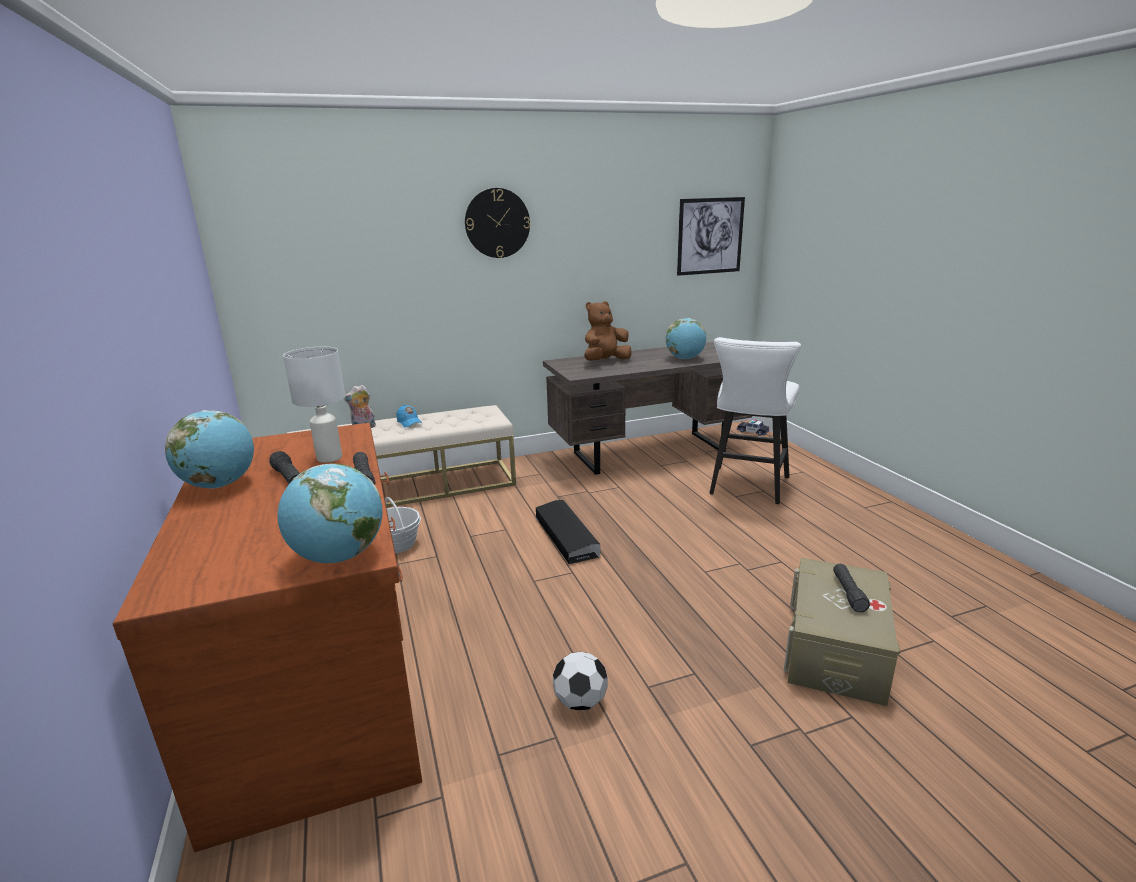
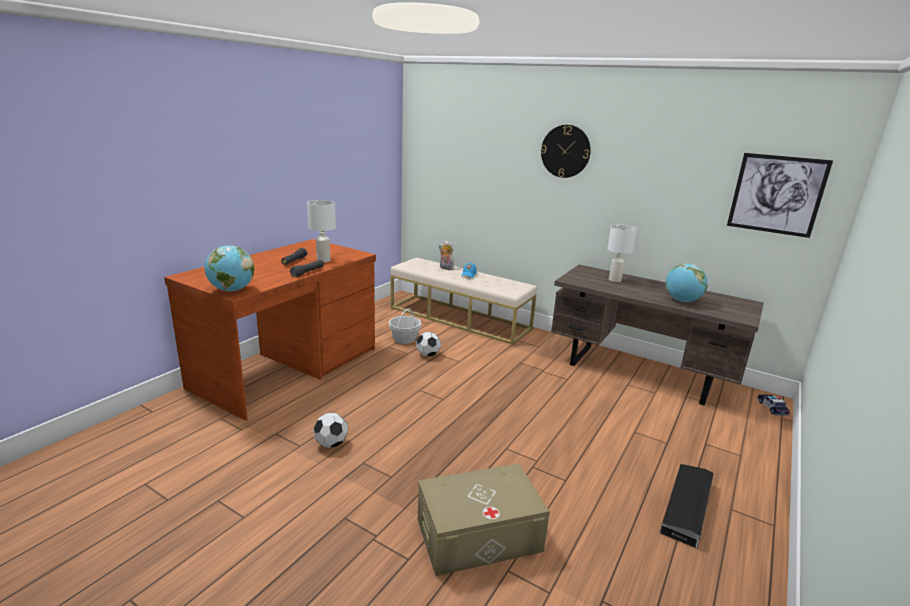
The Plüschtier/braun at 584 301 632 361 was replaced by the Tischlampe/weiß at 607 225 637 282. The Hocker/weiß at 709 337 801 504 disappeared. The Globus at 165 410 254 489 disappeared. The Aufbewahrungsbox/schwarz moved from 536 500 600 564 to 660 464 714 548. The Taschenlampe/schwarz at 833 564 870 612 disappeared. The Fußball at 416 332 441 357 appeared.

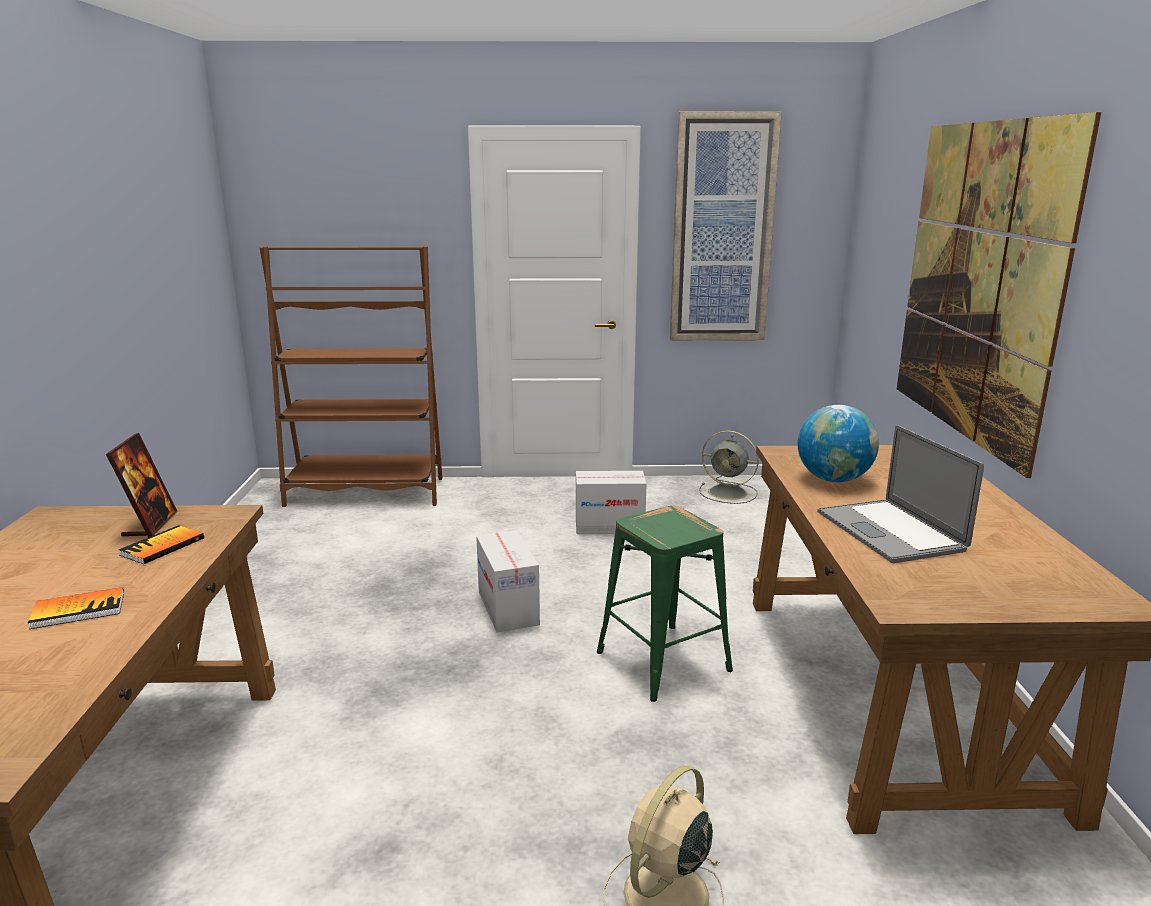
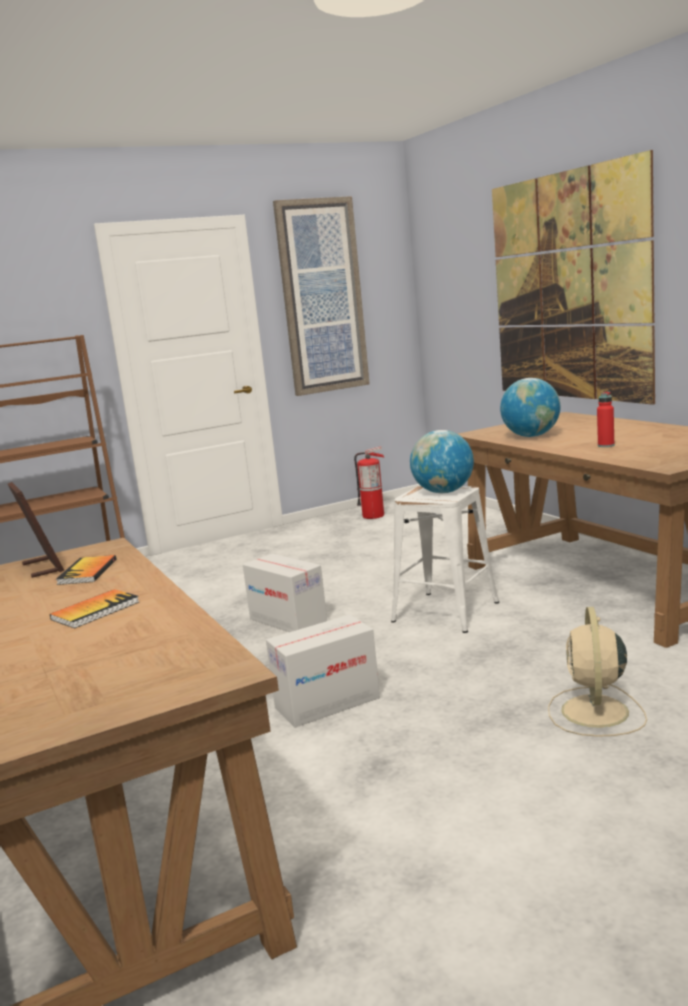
The Laptop at 817 425 984 563 was replaced by the Flasche/rot at 597 391 614 447. The Ventilator/grau at 699 430 759 504 was replaced by the Feuerlöscher at 354 446 385 519. The Karton moved from 576 471 646 534 to 266 615 380 728. The Hocker/grün at 597 506 733 702 became the Hocker/weiß at 391 485 499 633. The Globus at 410 430 474 493 appeared.

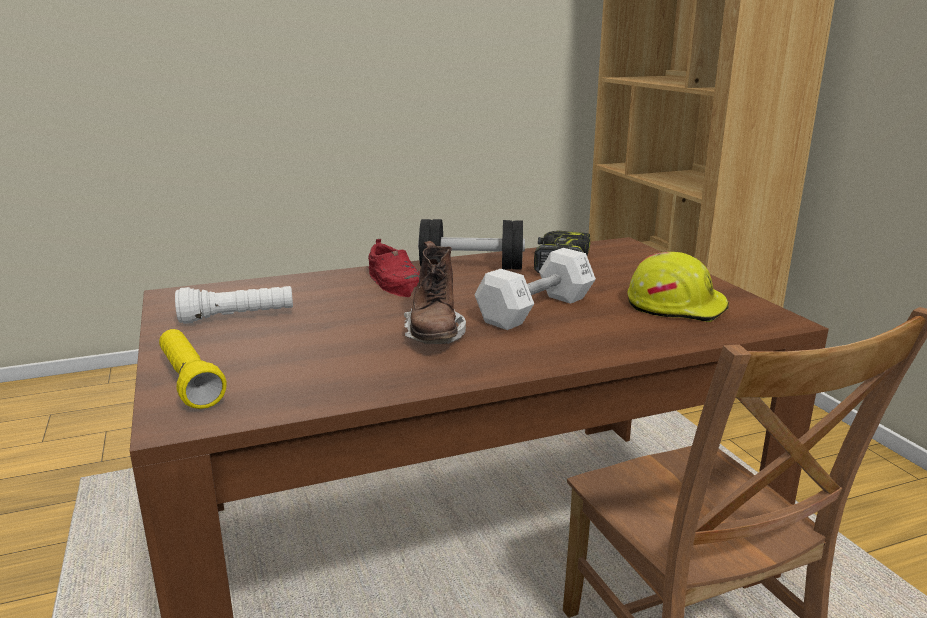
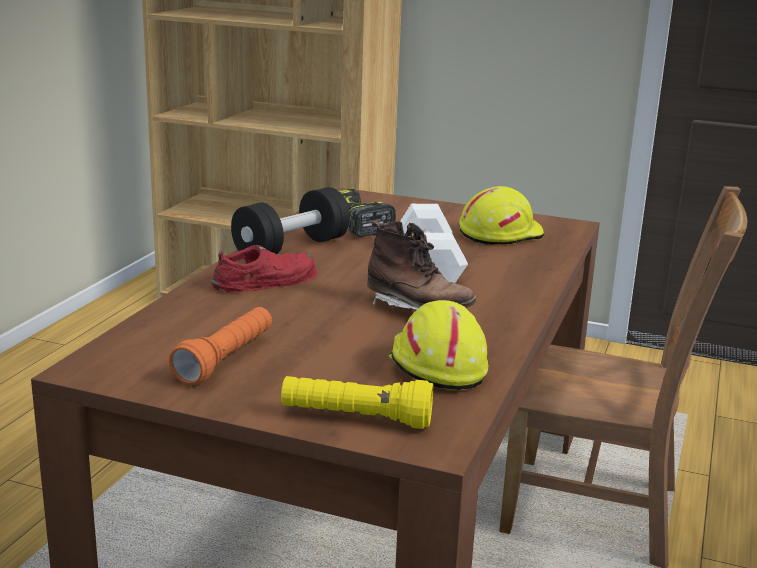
The Schuh/rot at 368 239 420 297 turned 45 degrees counterclockwise. The Taschenlampe/weiß at 175 286 293 324 became the Taschenlampe/orange at 169 307 272 385. The Schutzhelm/gelb at 389 300 488 390 appeared.

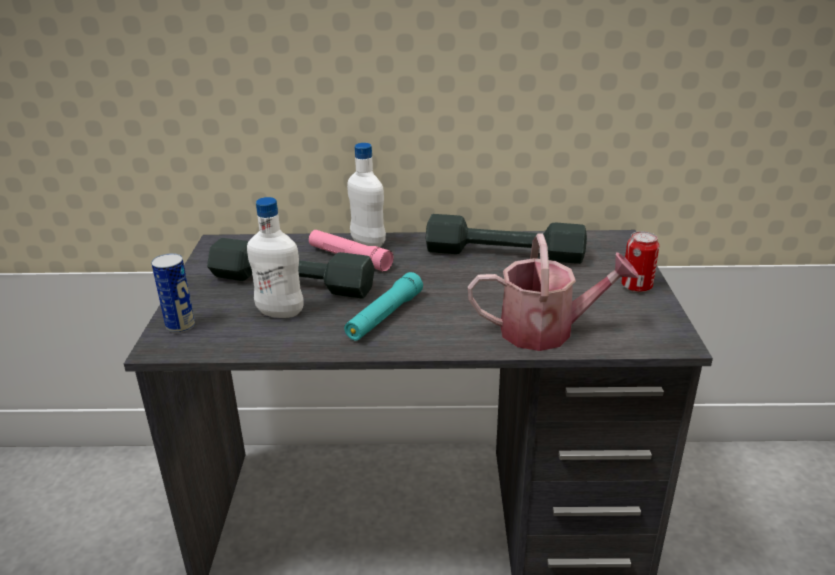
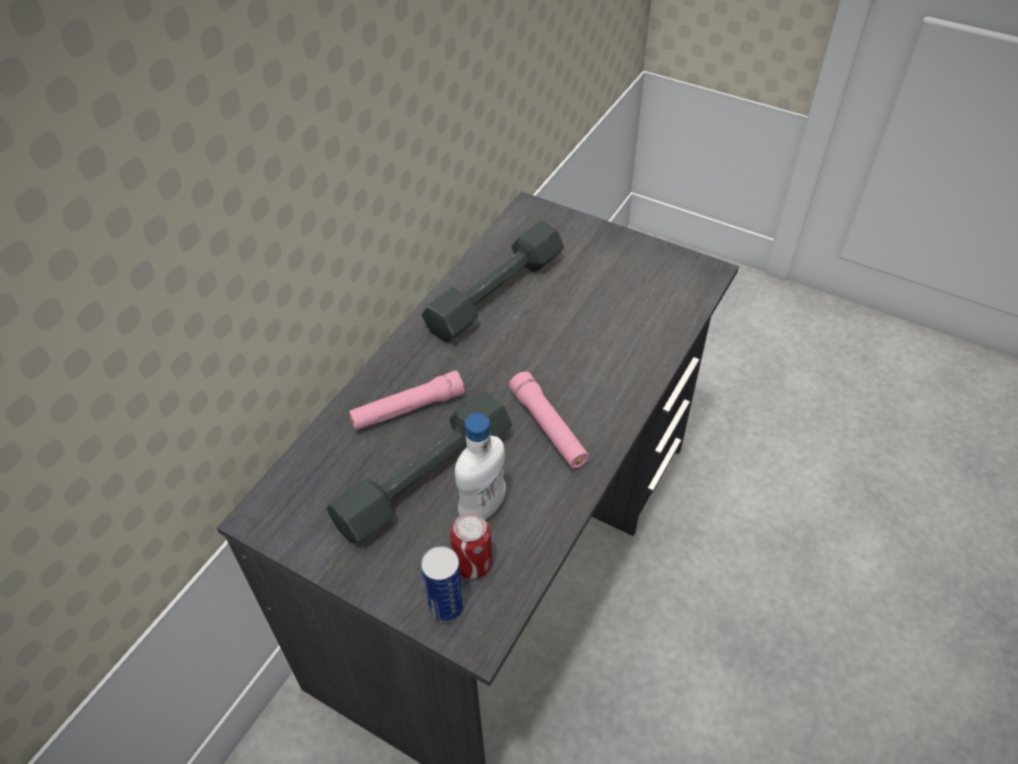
The Flasche/weiß at 347 143 386 247 disappeared. The Dose moved from 622 231 659 292 to 450 512 493 579. The Gießkanne at 468 234 639 351 disappeared. The Taschenlampe/türkis at 344 272 423 341 became the Taschenlampe/rosa at 509 371 589 469.

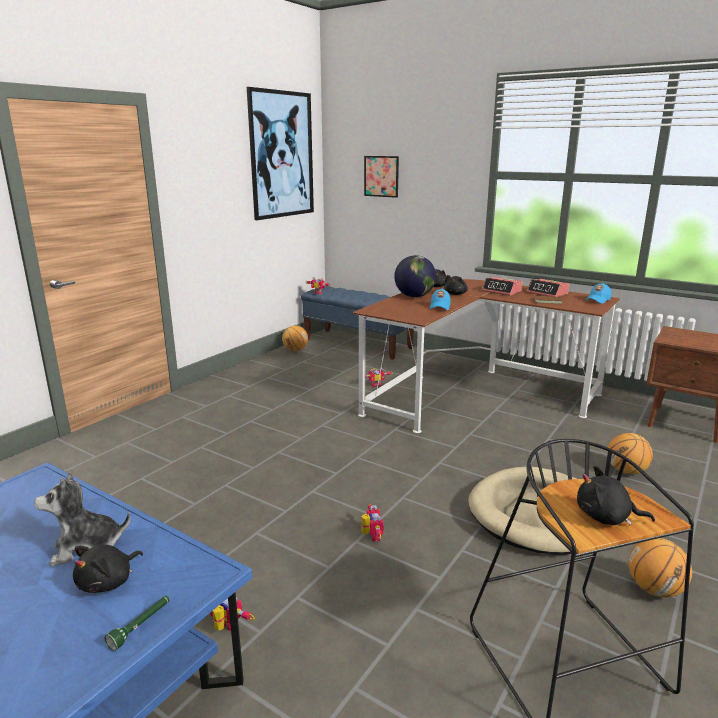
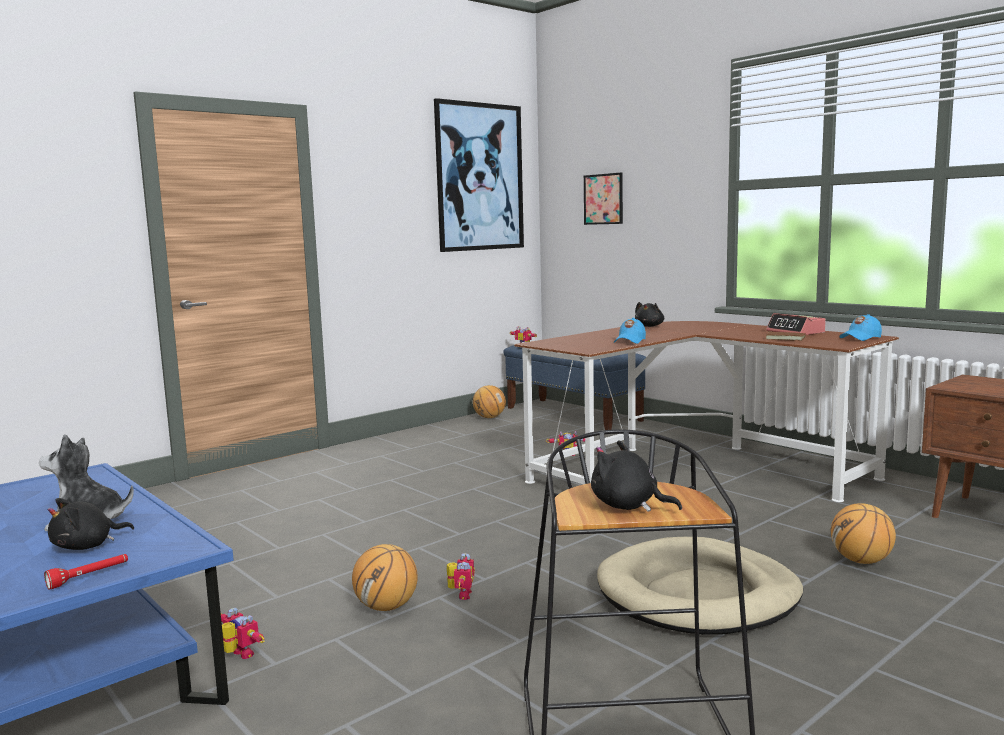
The Globus at 394 255 436 297 disappeared. The Plüschtier/schwarz at 444 275 468 295 disappeared. The Wecker at 482 277 522 296 disappeared. The Basketball moved from 629 538 692 597 to 352 544 418 611. The Taschenlampe/grün at 105 596 169 651 became the Taschenlampe/rot at 44 554 128 590.

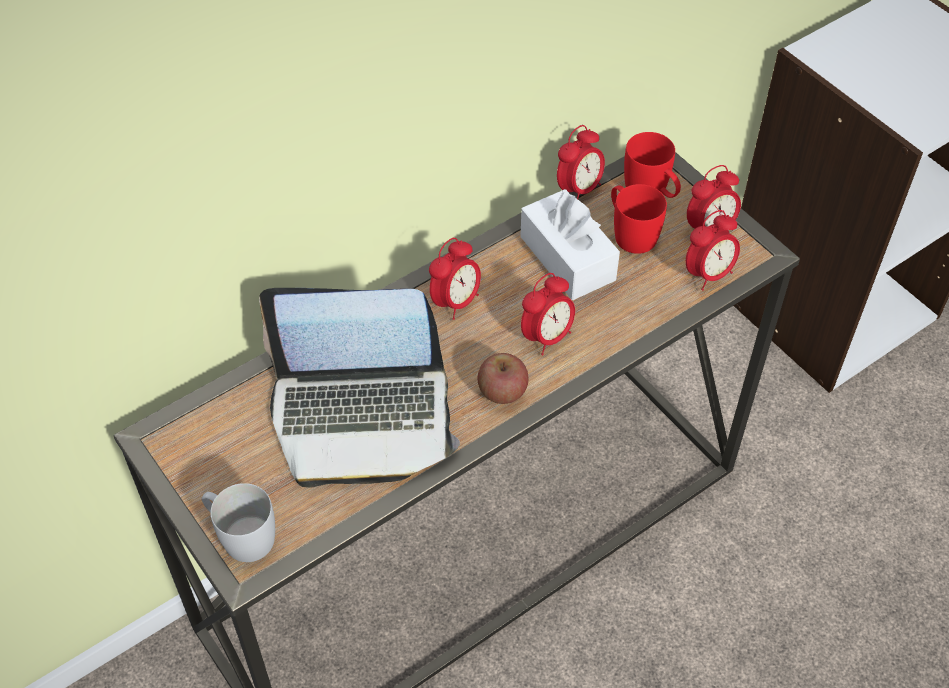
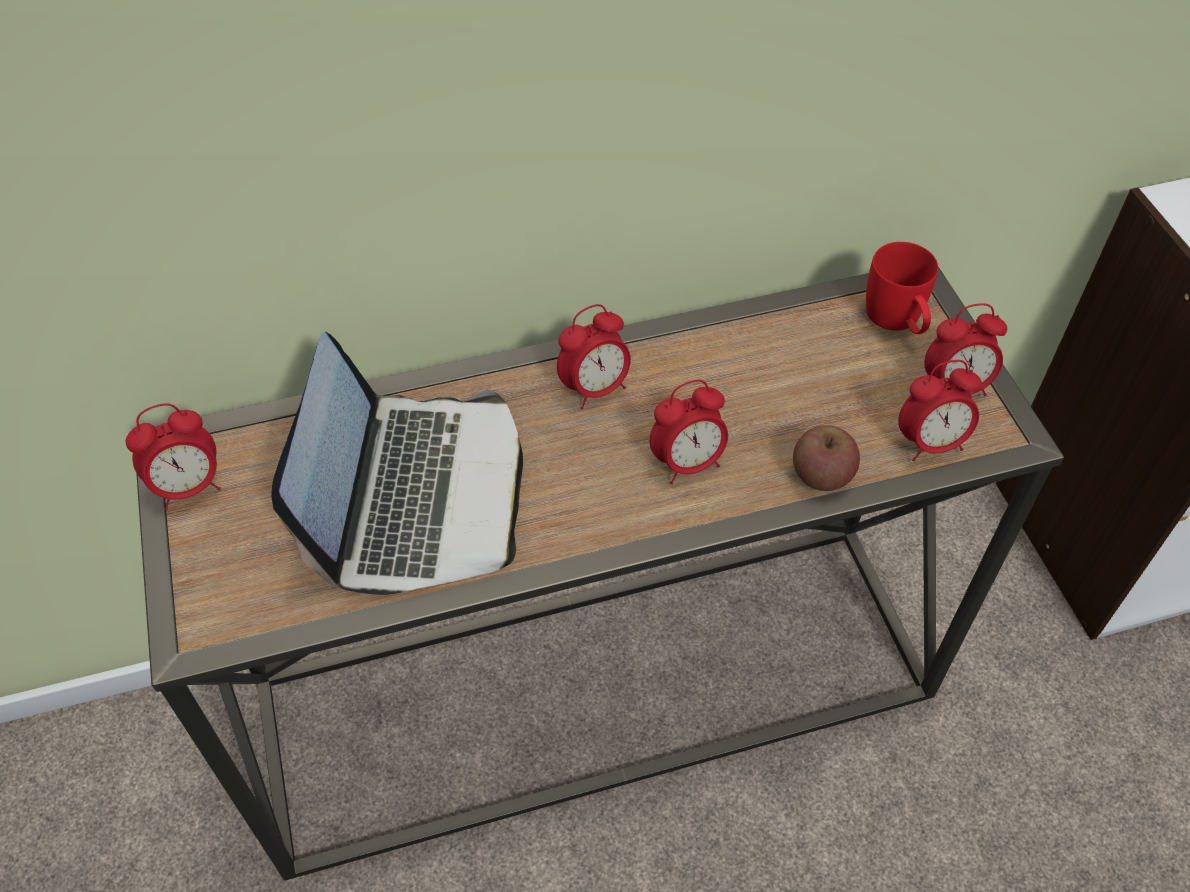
The Wecker moved from 557 125 605 199 to 126 403 221 510. The Henkelbecher/rot at 611 184 667 254 disappeared. The Taschentuchbox/weiß at 520 189 620 300 disappeared. The Laptop at 259 288 460 488 turned 105 degrees counterclockwise. The Apfel moved from 478 353 529 404 to 793 425 860 491. The Henkelbecher/weiß at 202 483 275 562 disappeared.

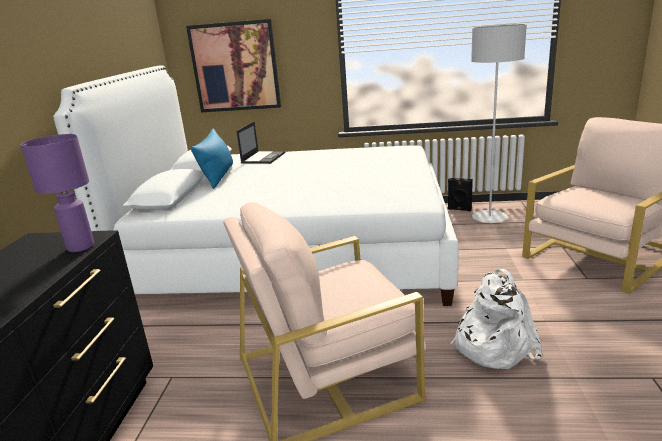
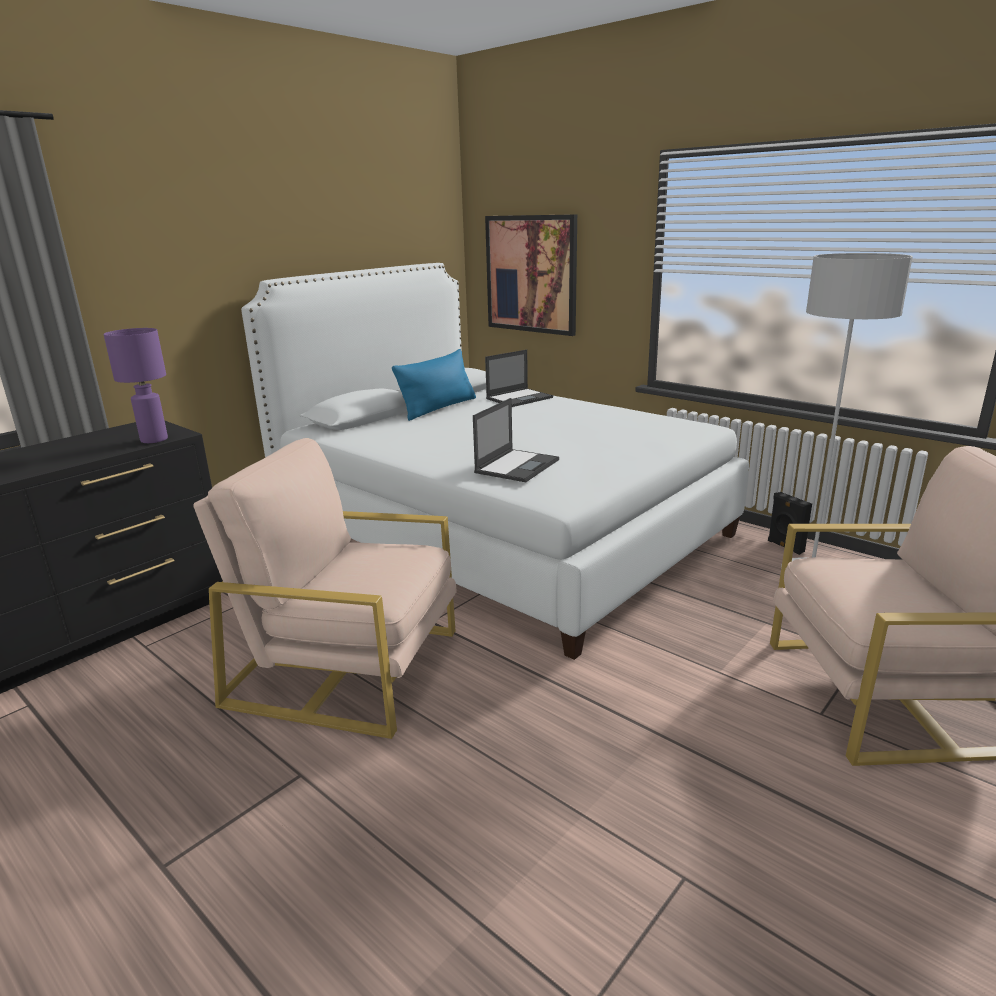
The Rucksack/weiß at 451 269 542 369 disappeared. The Laptop at 473 398 559 482 appeared.

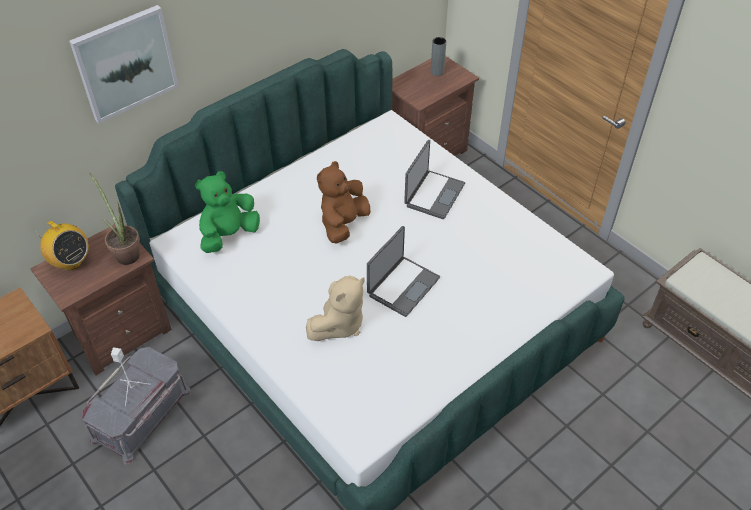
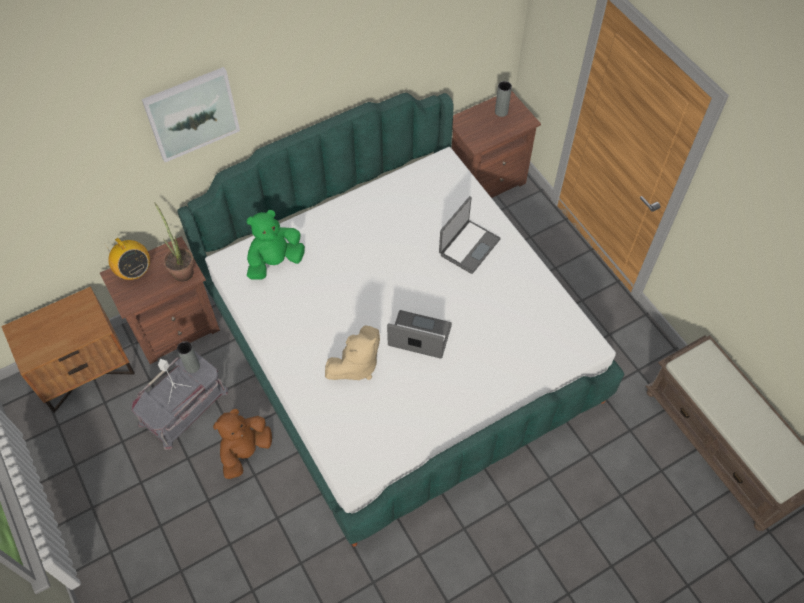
The Plüschtier/braun moved from 317 161 370 244 to 213 409 272 479. The Laptop at 367 226 440 317 turned 120 degrees counterclockwise. The Vase/grau at 177 341 200 373 appeared.

